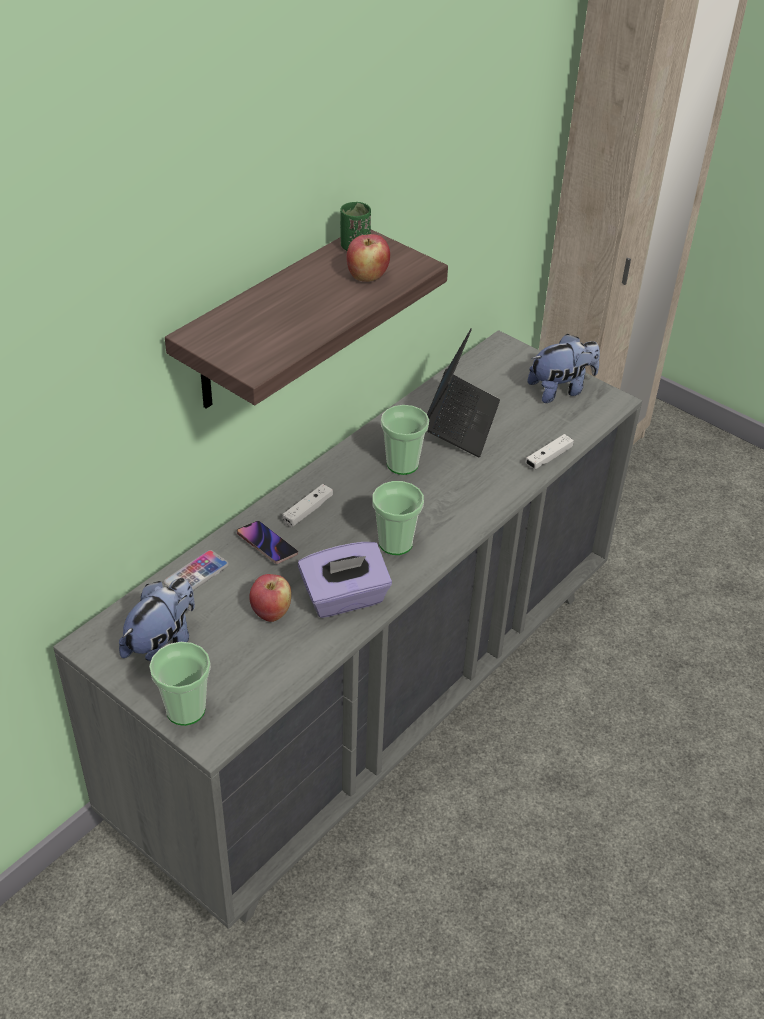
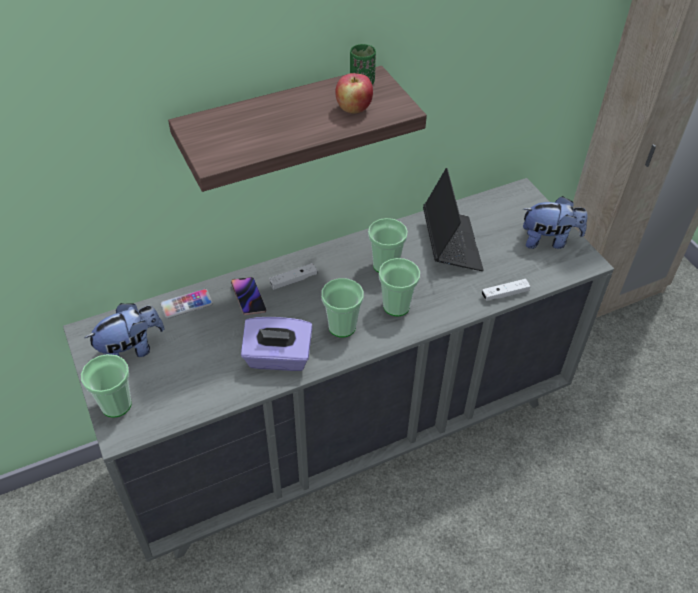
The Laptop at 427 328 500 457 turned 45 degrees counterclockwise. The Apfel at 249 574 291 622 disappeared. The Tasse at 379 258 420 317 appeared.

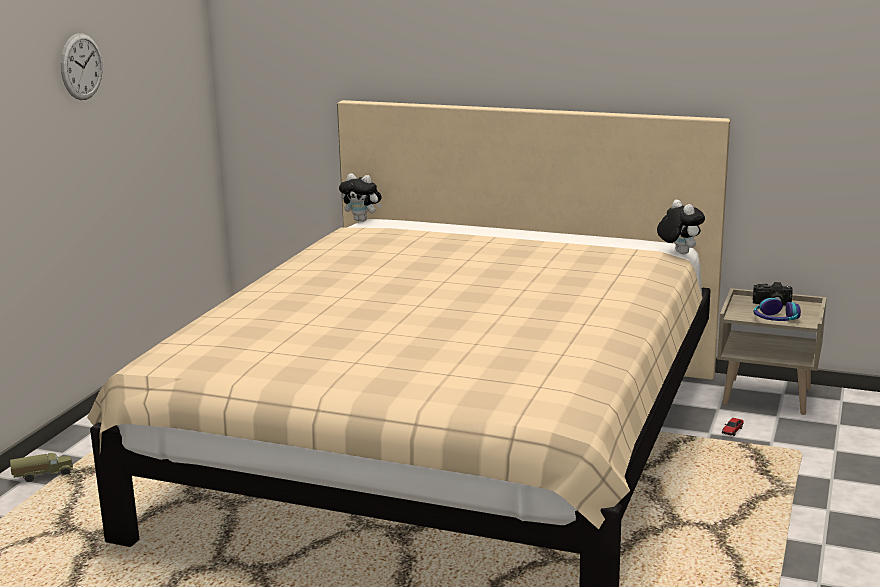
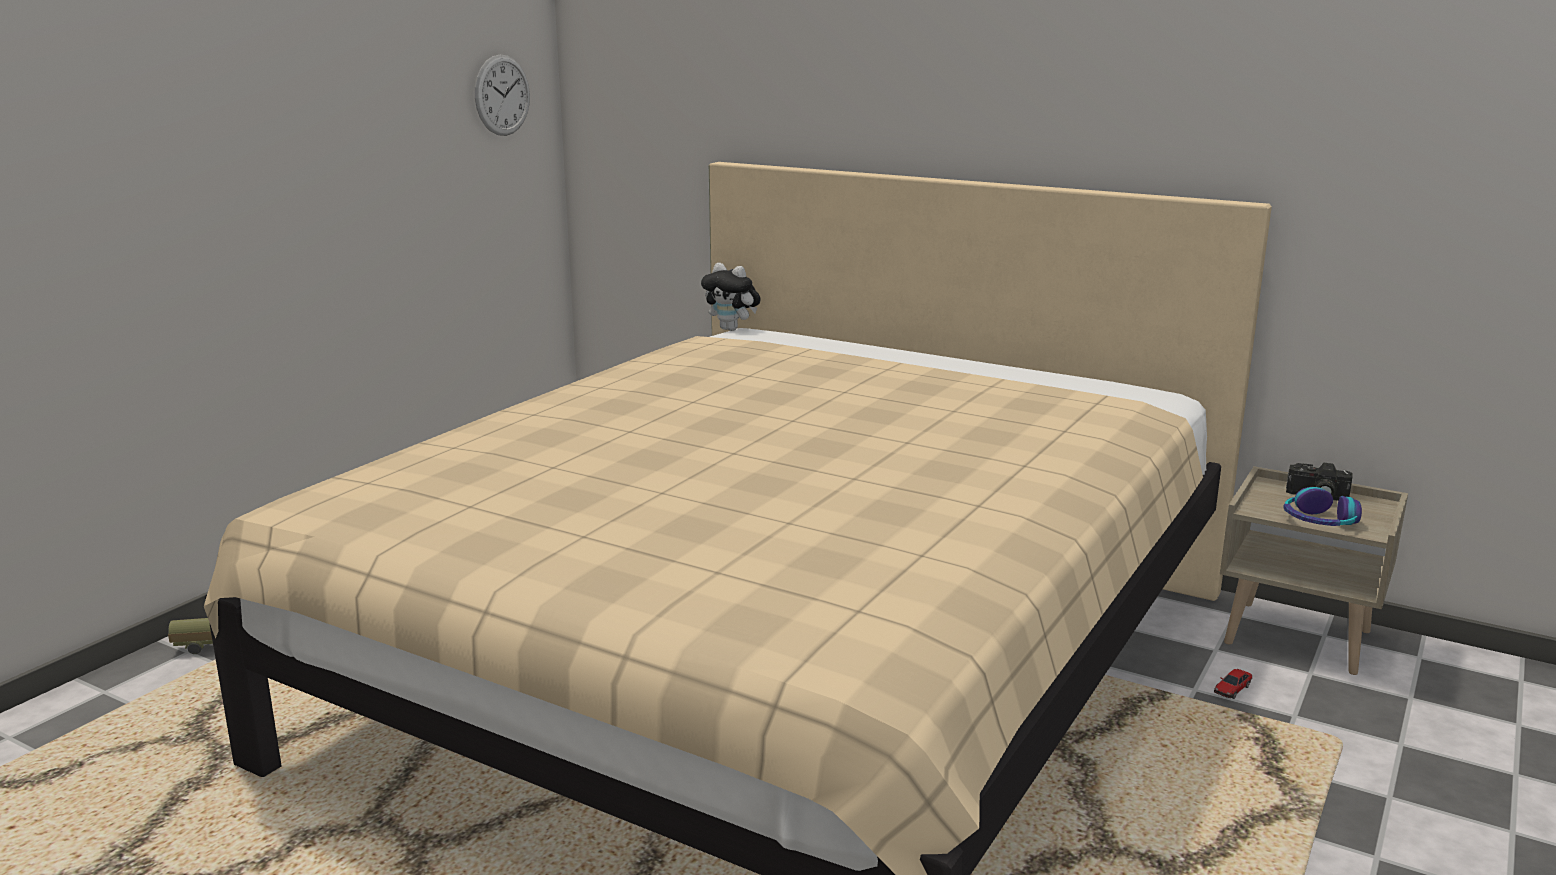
The Wanduhr moved from 61 33 103 100 to 475 55 530 136. The Plüschtier at 657 200 705 254 disappeared.

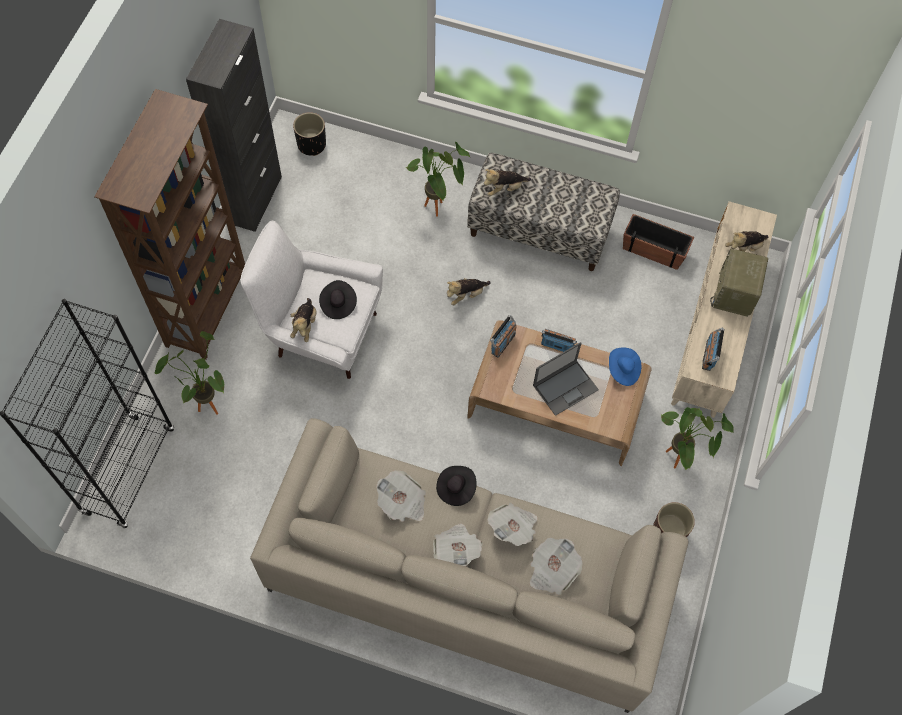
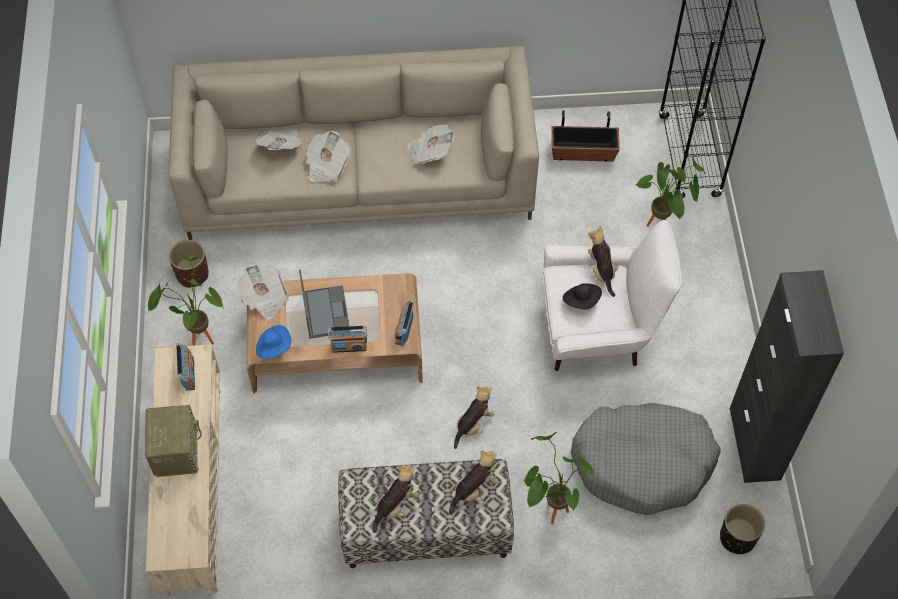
The Bücherregal/braun at 94 89 245 360 disappeared. The Pflanzkübel moved from 623 214 694 270 to 551 110 620 162. The Plüschtier moved from 725 231 768 252 to 373 465 419 533. The Laptop at 533 342 599 416 turned 135 degrees clockwise. The Hut/schwarz at 436 466 477 506 disappeared. The Zeitung moved from 433 524 483 566 to 238 264 289 320. The Hundebett/grau at 571 403 720 515 appeared.

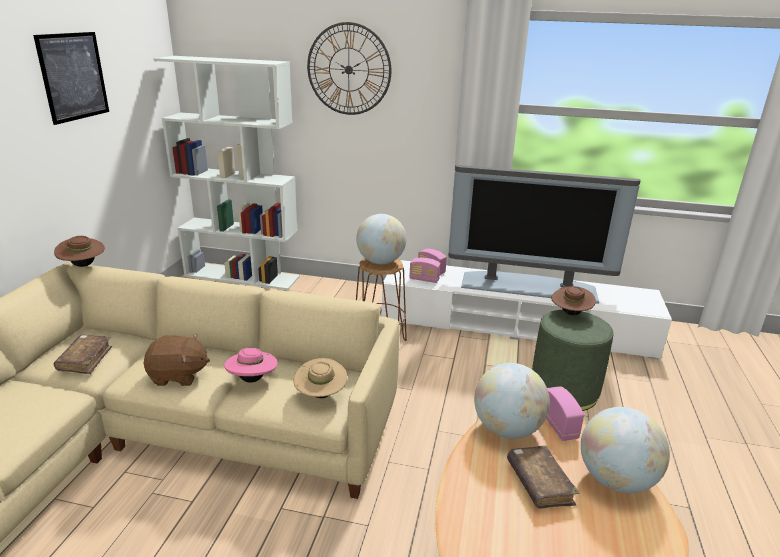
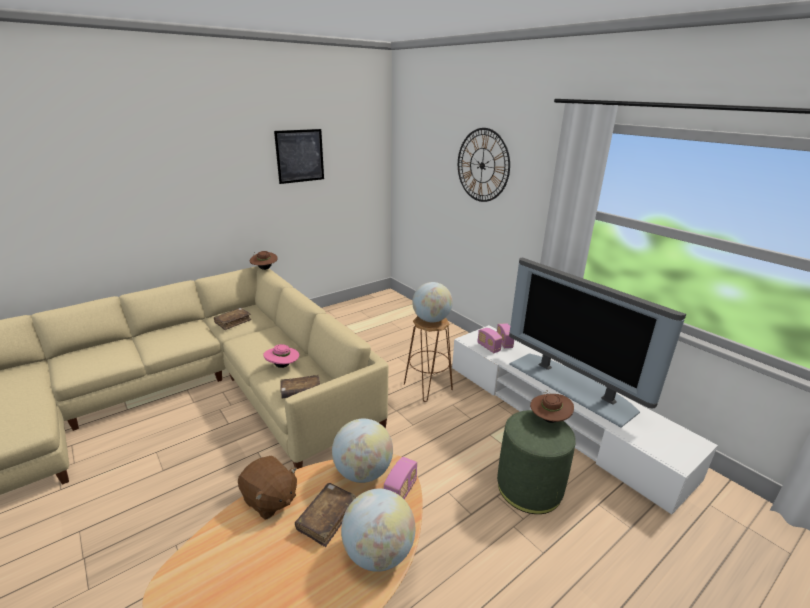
The Bücherregal/weiß at 153 56 300 290 disappeared. The Plüschtier/braun moved from 143 334 210 386 to 238 456 297 520. The Hut/beige at 293 358 347 398 was replaced by the Buch/braun at 280 375 320 399.

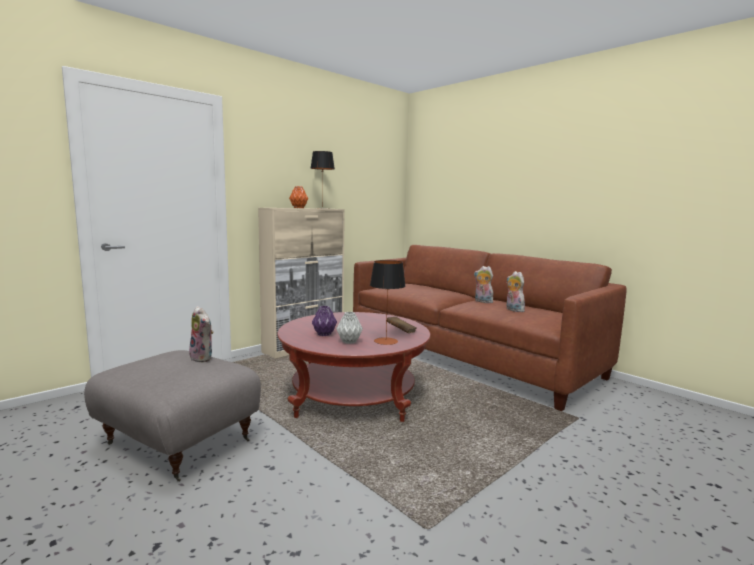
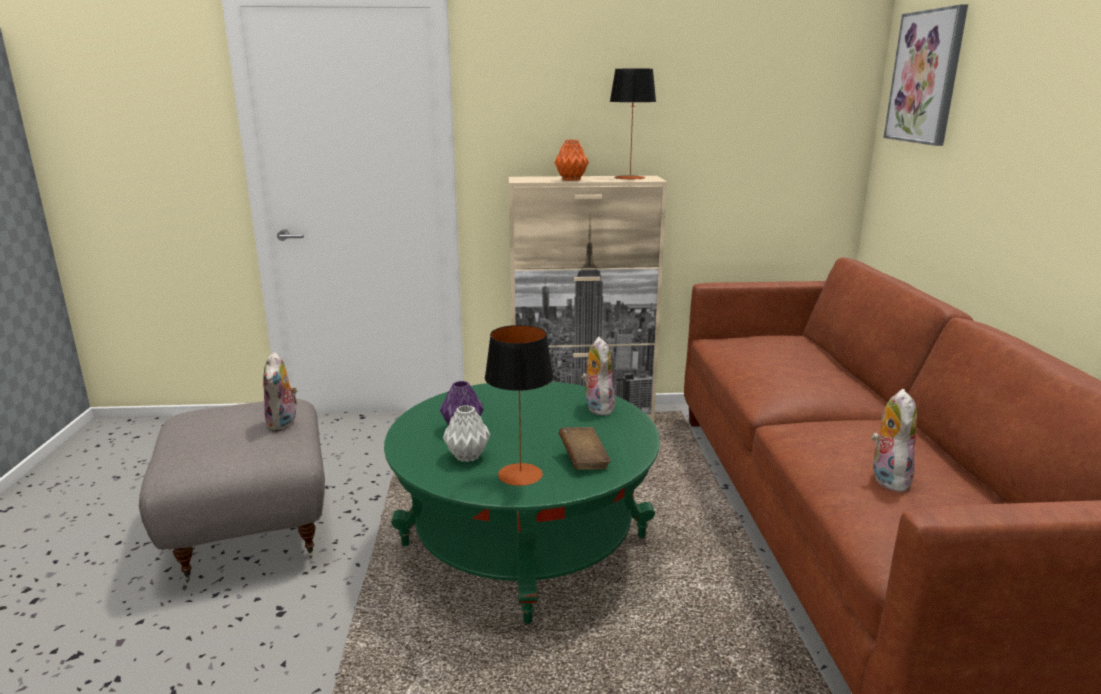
The Plüschtier moved from 474 266 493 303 to 582 337 615 415. The Couchtisch/rot at 277 312 430 422 became the Couchtisch/grün at 384 381 660 624. The Bild at 884 5 968 146 appeared.

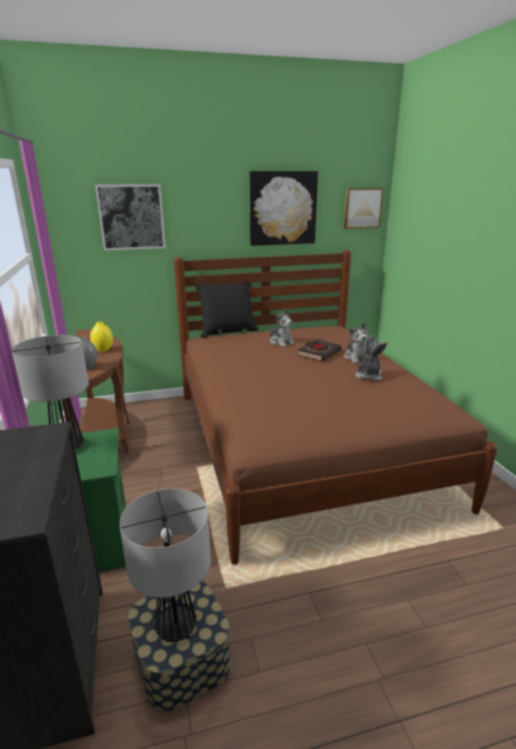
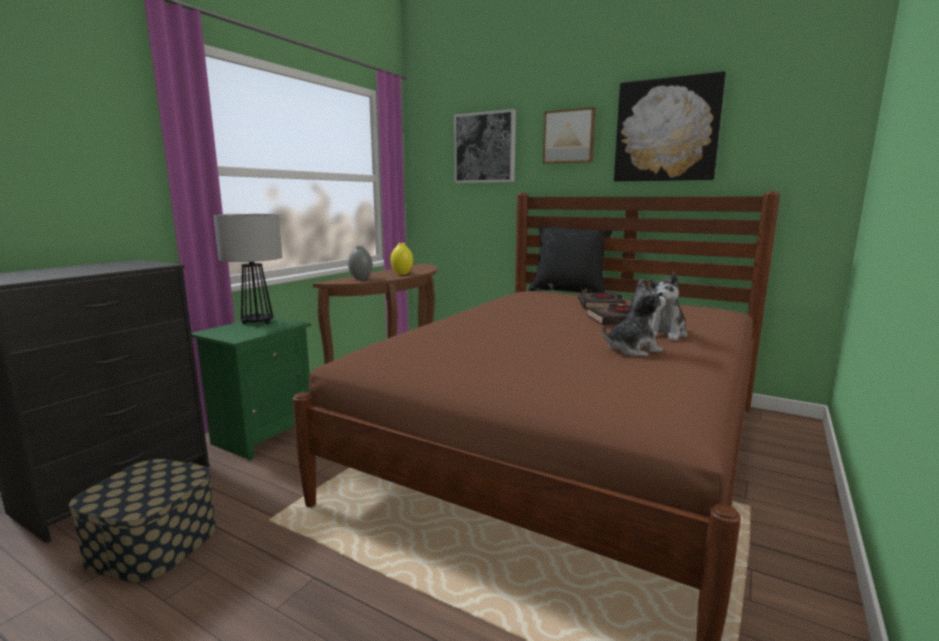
The Bild moved from 344 188 384 229 to 543 107 596 164. The Plüschtier at 269 309 295 347 was replaced by the Buch/schwarz at 578 292 625 309. The Tischlampe at 120 489 211 642 disappeared.

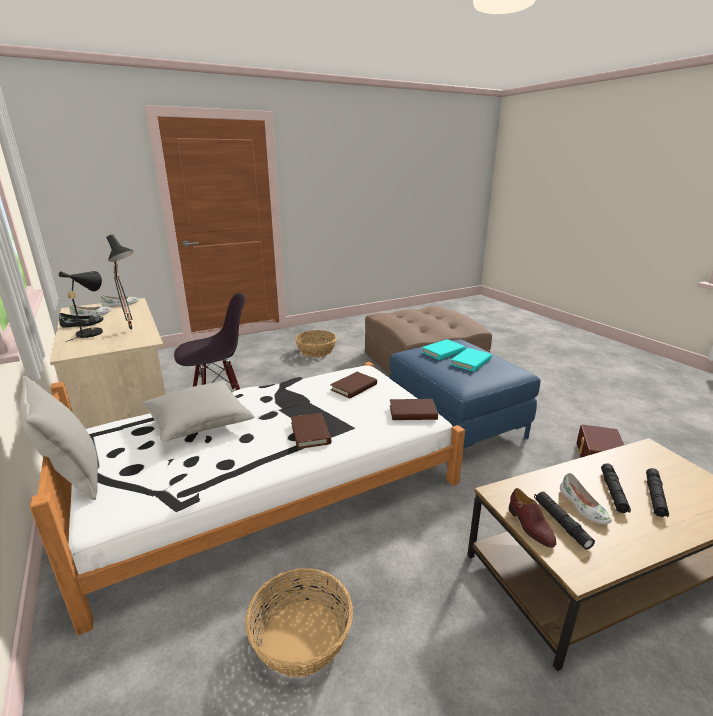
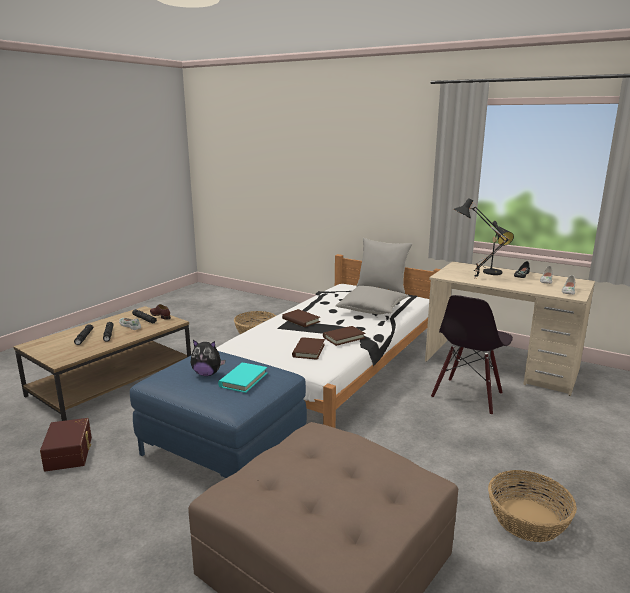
The Buch/türkis at 450 348 492 371 was replaced by the Plüschtier at 191 340 226 376. The Buch/braun moved from 390 399 438 420 to 323 326 366 346.

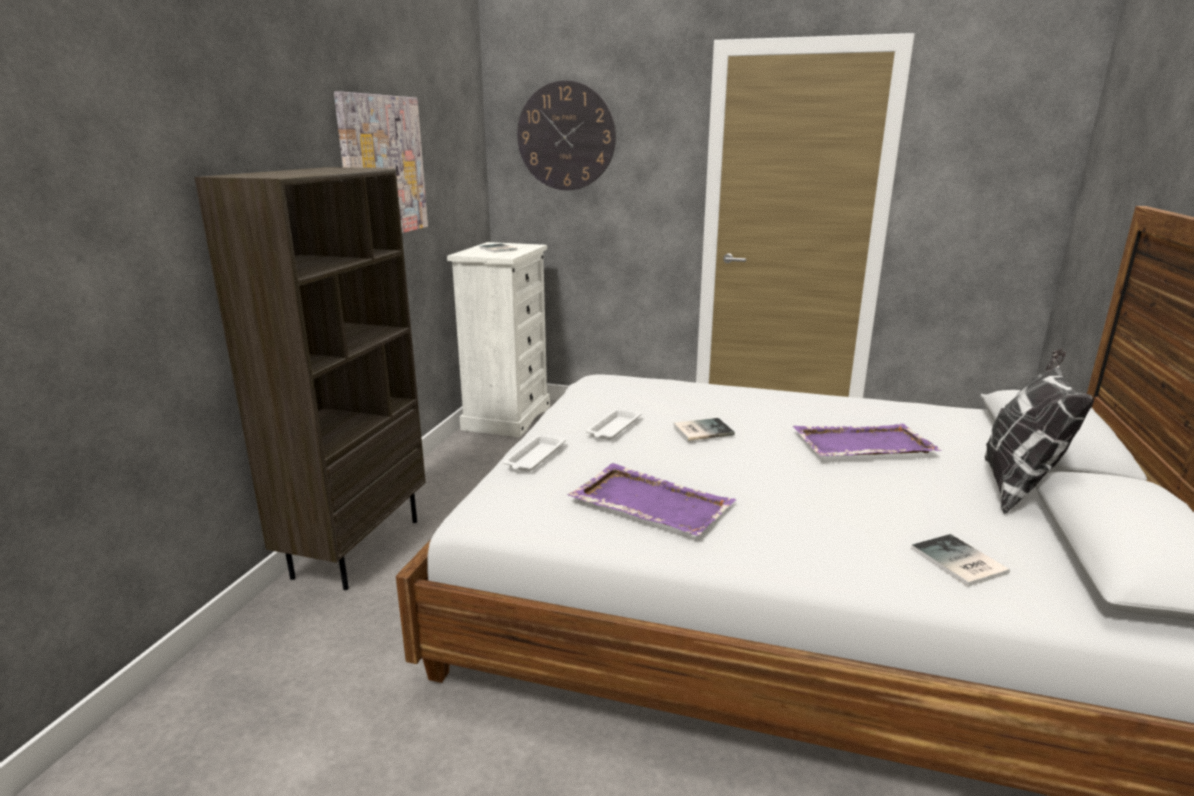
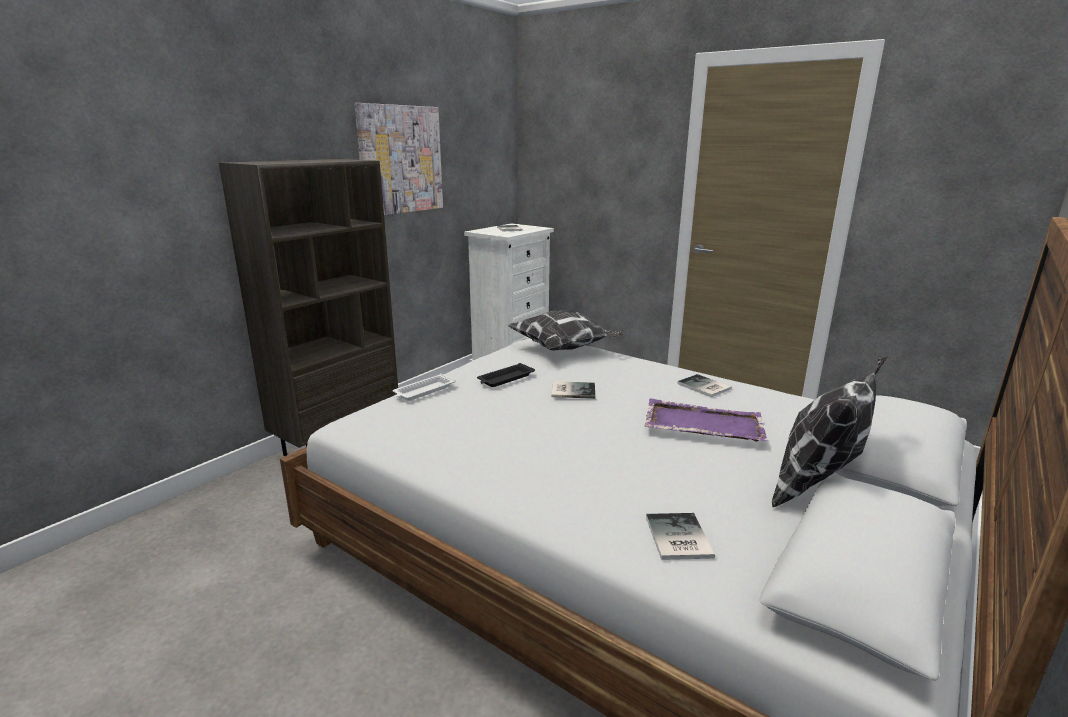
The Wanduhr at 517 80 616 190 disappeared. The Tablett/weiß at 585 408 642 440 became the Tablett/schwarz at 477 363 535 387. The Tablett/lila at 568 463 736 536 disappeared. The Kissen at 508 310 624 350 appeared. The Buch at 677 374 732 397 appeared.

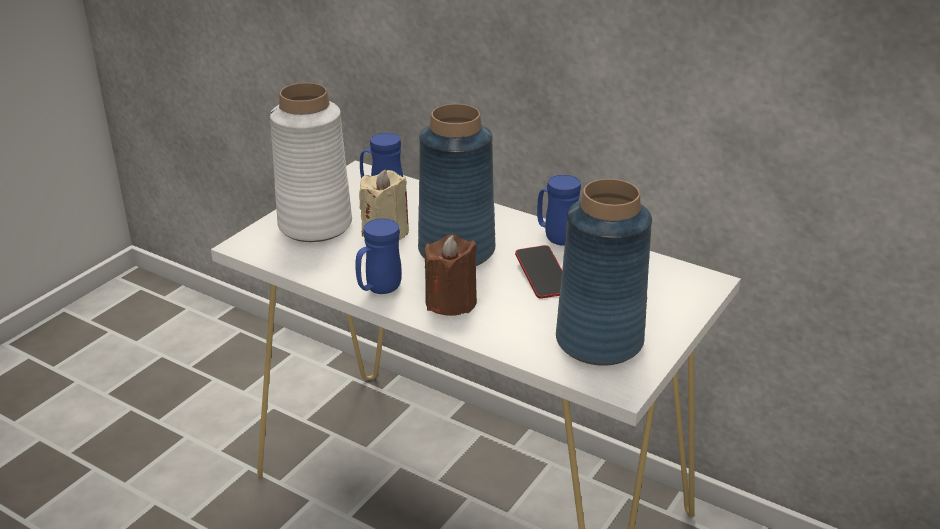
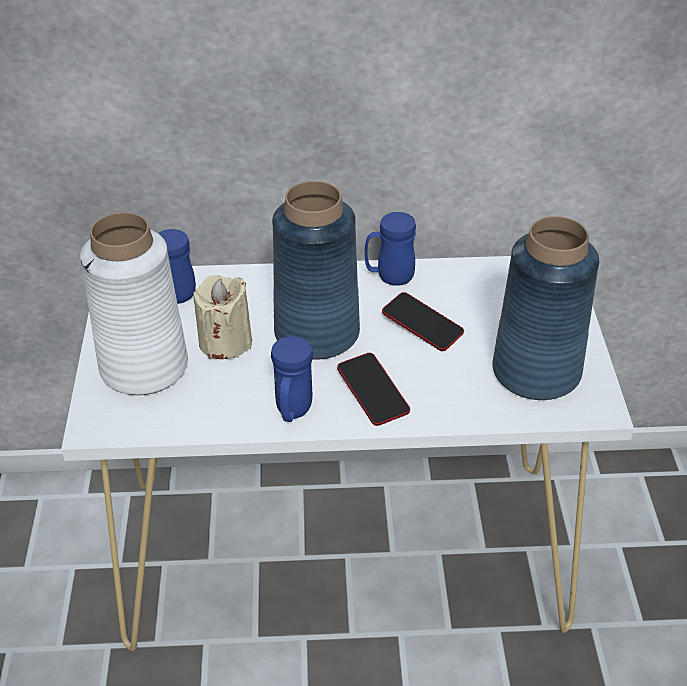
The Kerze/braun at 424 235 477 316 was replaced by the Handy at 337 353 410 426.

